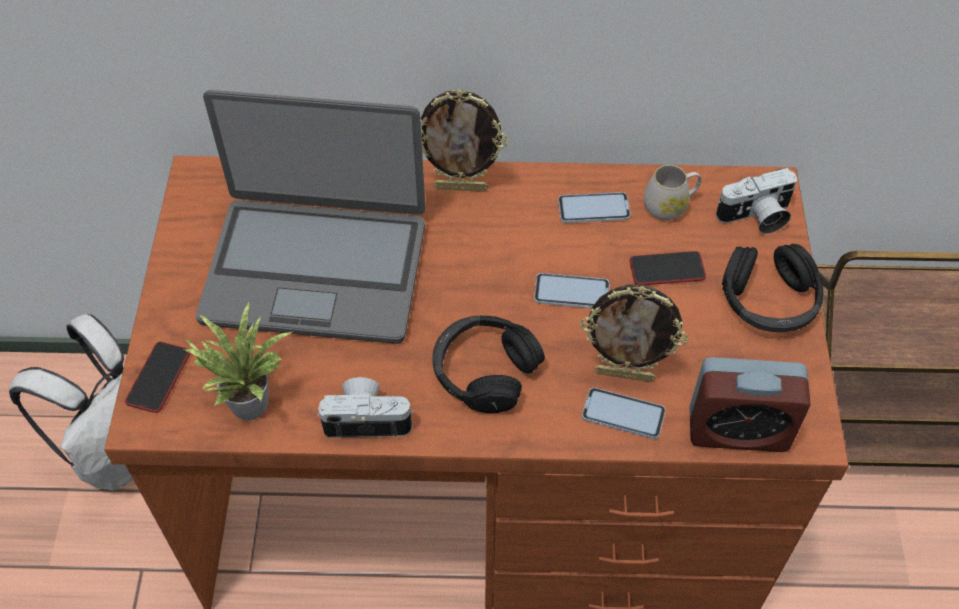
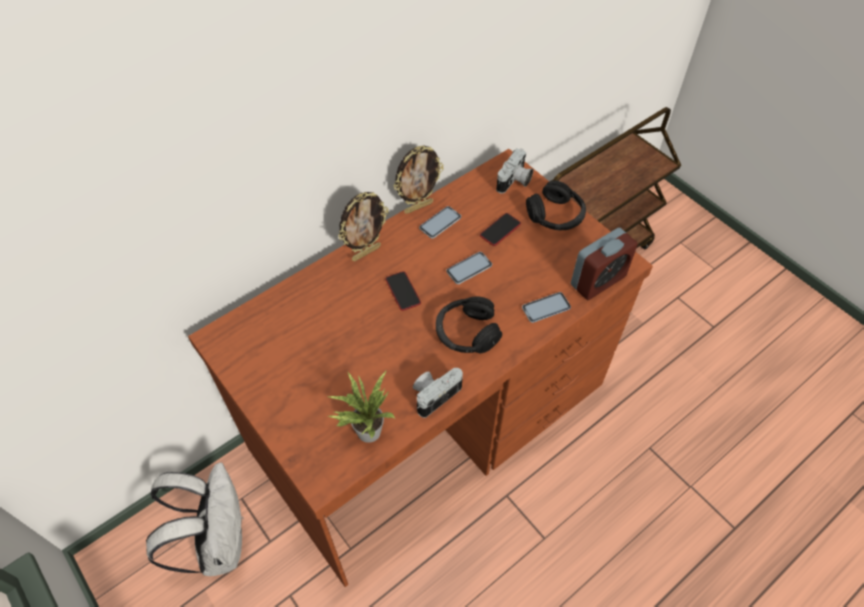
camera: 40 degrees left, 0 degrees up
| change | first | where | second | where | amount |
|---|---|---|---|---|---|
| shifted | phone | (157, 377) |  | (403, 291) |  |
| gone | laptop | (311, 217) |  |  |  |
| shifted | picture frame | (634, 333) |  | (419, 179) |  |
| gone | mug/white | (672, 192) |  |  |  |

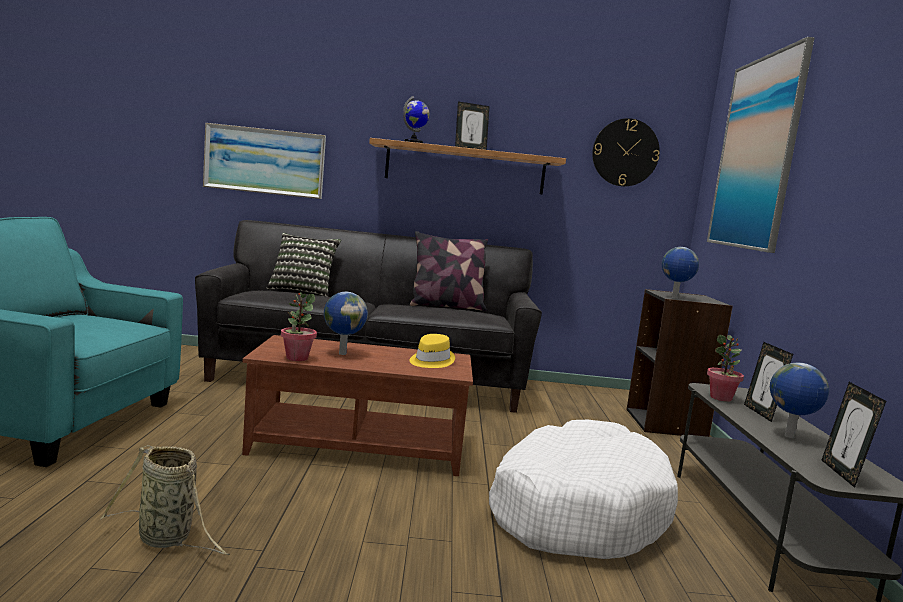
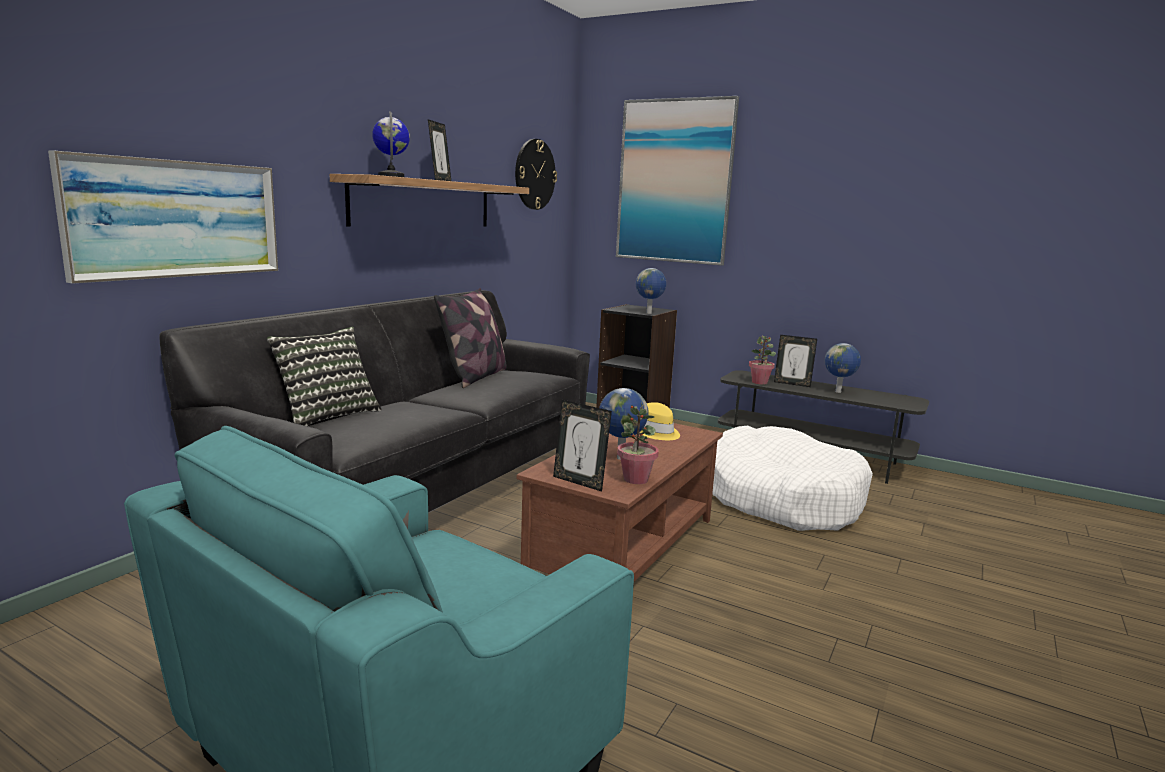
camera: 60 degrees left, 5 degrees up
| change | first | where | second | where | amount |
|---|---|---|---|---|---|
| gone | basket | (165, 500) |  |  |  |
| shifted | picture frame | (854, 435) |  | (582, 446) |  |

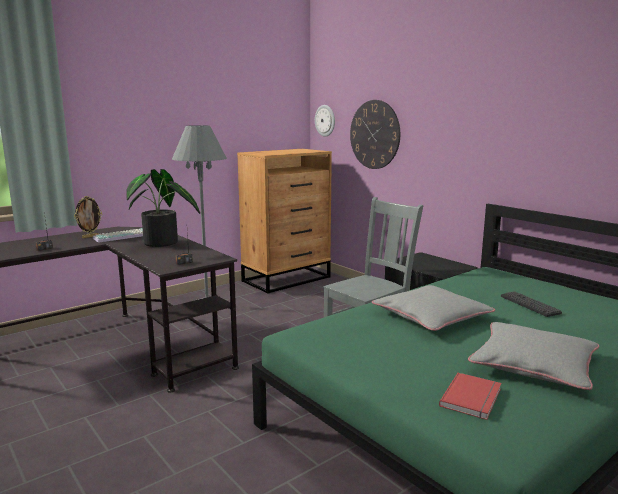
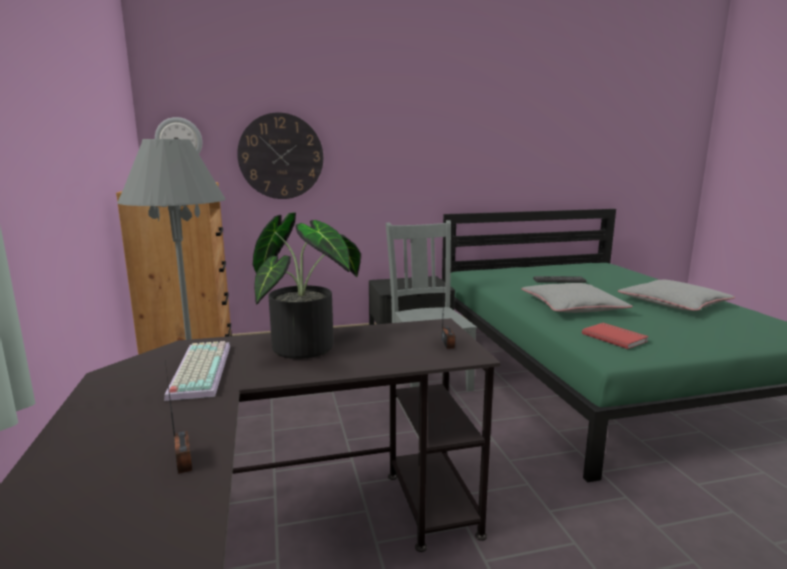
camera: 65 degrees left, 0 degrees up
| change | first | where | second | where | amount |
|---|---|---|---|---|---|
| gone | picture frame | (88, 217) |  |  |  |
| shifted | book/red | (470, 396) |  | (615, 336) |  |

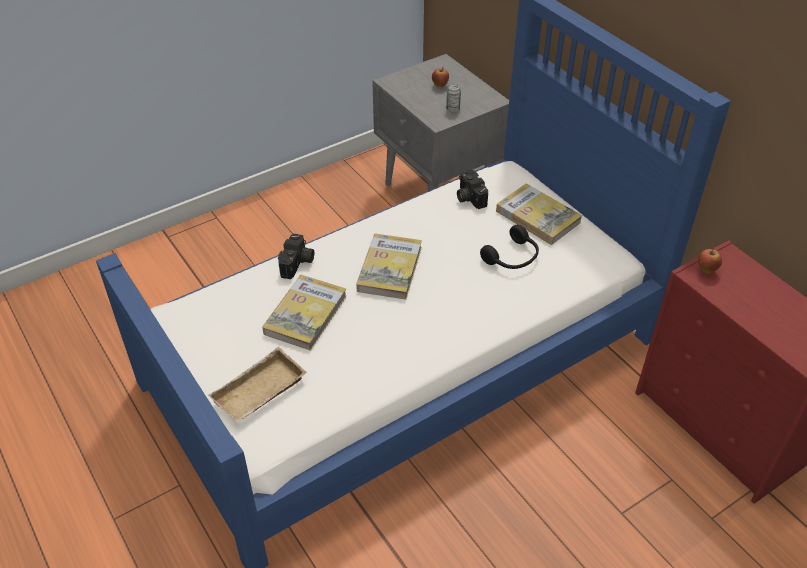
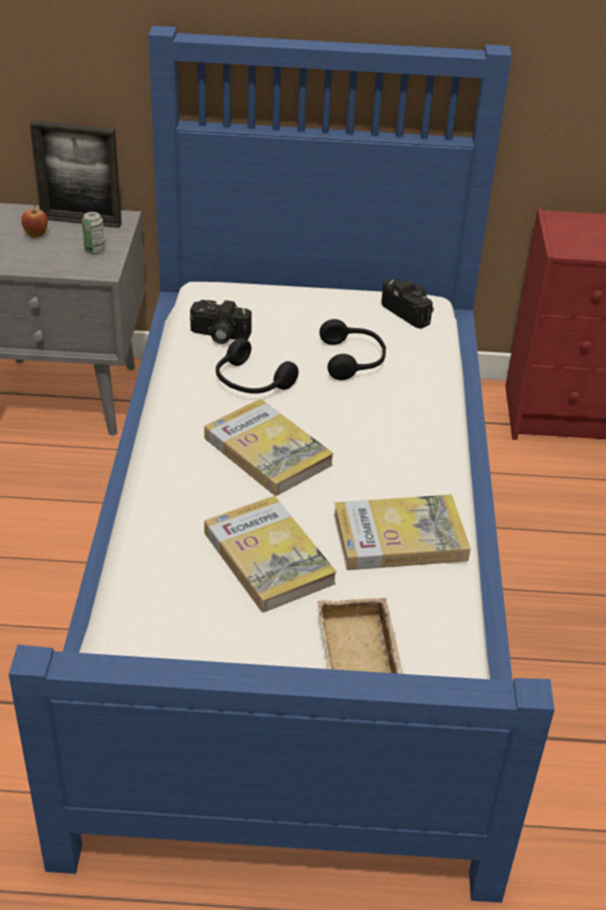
camera: 55 degrees left, 5 degrees down
| change | first | where | second | where | amount |
|---|---|---|---|---|---|
| shifted | photo camera | (296, 256) |  | (407, 303) |  |
| shifted | book | (539, 214) |  | (402, 532) |  |
| gone | apple | (710, 261) |  |  |  |
| new |  |  | picture frame | (76, 174) |  |
| new |  |  | headphones/black | (257, 366) |  |

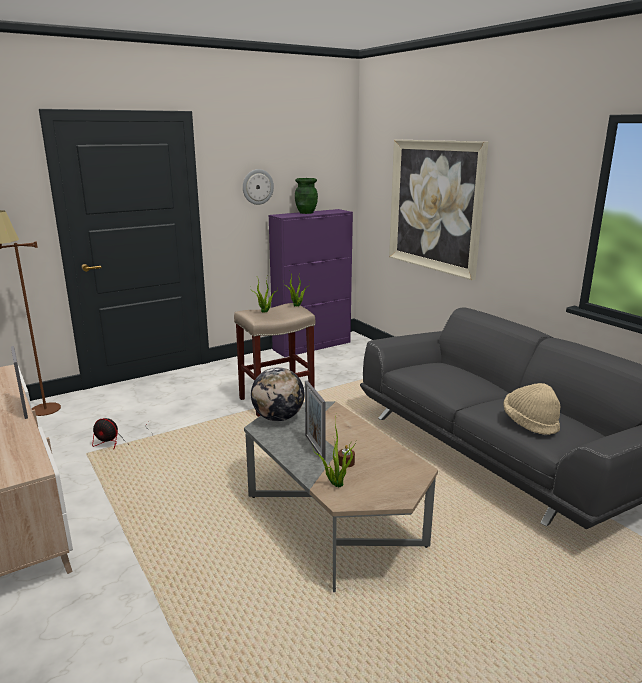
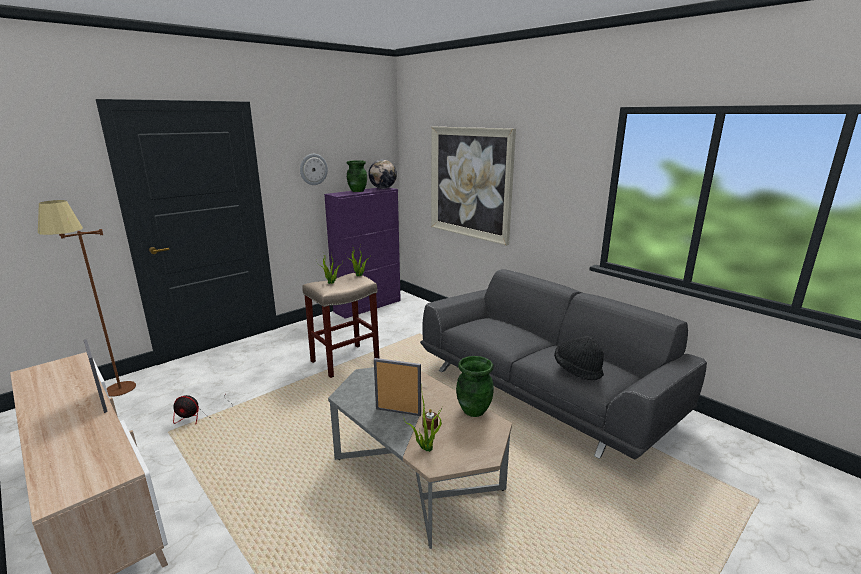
camera: 10 degrees left, 0 degrees up
| change | first | where | second | where | amount |
|---|---|---|---|---|---|
| shifted | globe | (278, 394) |  | (382, 174) |  |
| rotated | picture frame | (315, 420) |  | (397, 387) | 135 degrees clockwise |
| repainted | hat/beige | (531, 409) | hat/black | (579, 358) |  |
| new |  |  | vase/green | (475, 386) |  |

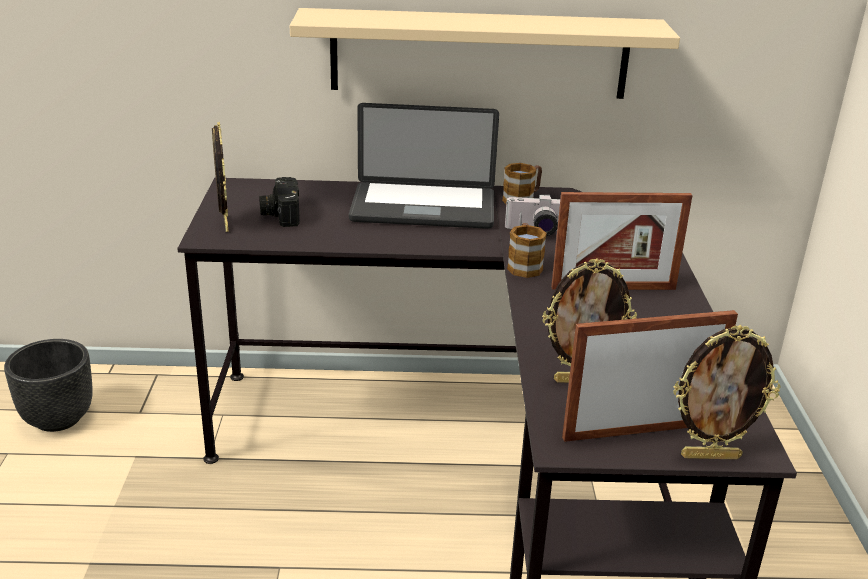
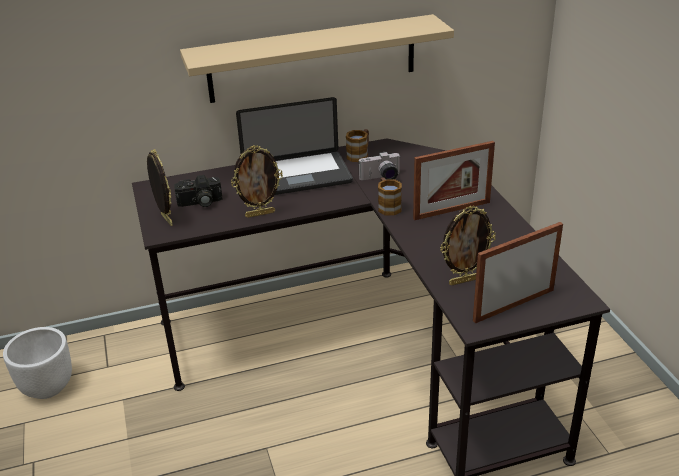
camera: 15 degrees left, 5 degrees up
| change | first | where | second | where | amount |
|---|---|---|---|---|---|
| repainted | planter/black | (48, 385) | planter/white | (37, 363) |  |
| rotated | photo camera | (279, 202) |  | (198, 191) | 75 degrees counterclockwise |
| shifted | picture frame | (726, 392) |  | (257, 181) |  |

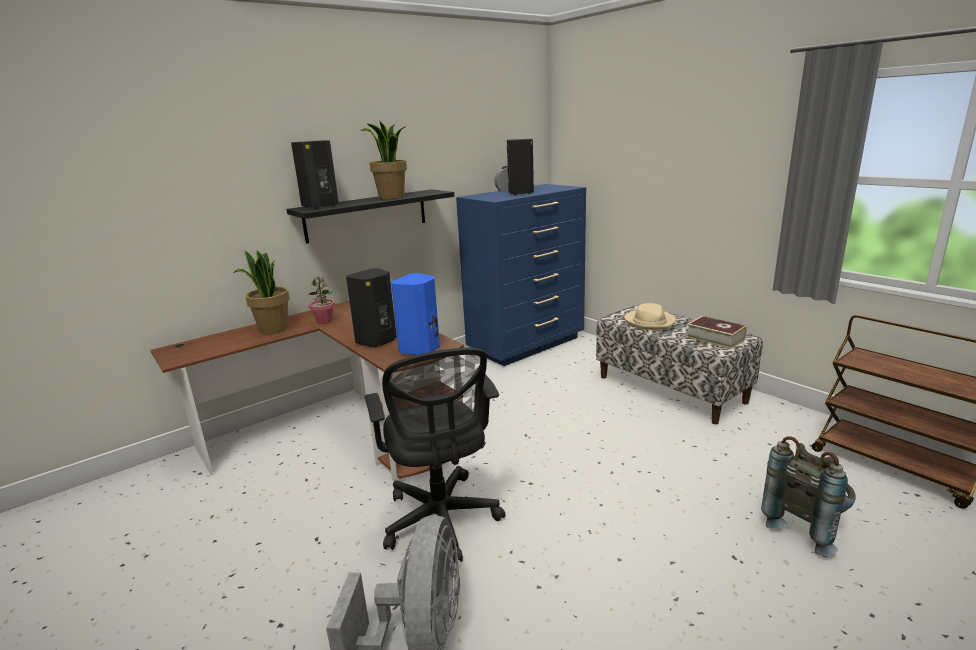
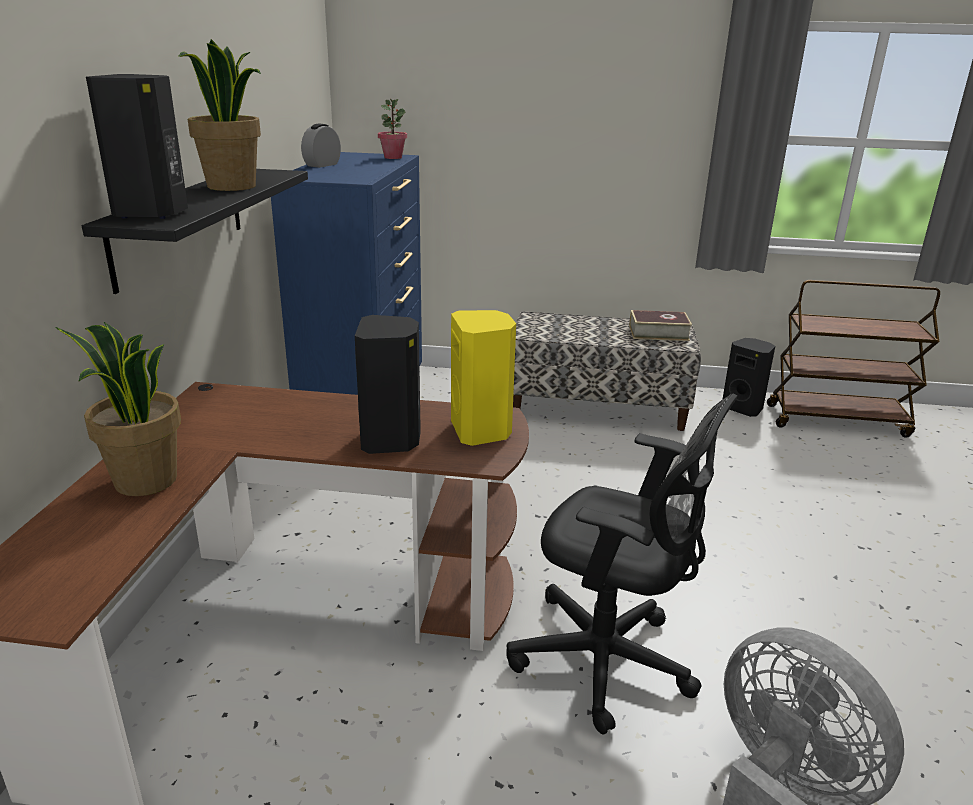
camera: 45 degrees left, 5 degrees up
| change | first | where | second | where | amount |
|---|---|---|---|---|---|
| shifted | potted plant | (322, 300) |  | (392, 129) |  |
| repainted | speaker/blue | (415, 314) | speaker/yellow | (483, 378) |  |
| shifted | speaker/black | (520, 167) |  | (748, 377) |  |
| gone | hat/beige | (650, 316) |  |  |  |
| gone | backpack/grey | (808, 496) |  |  |  |

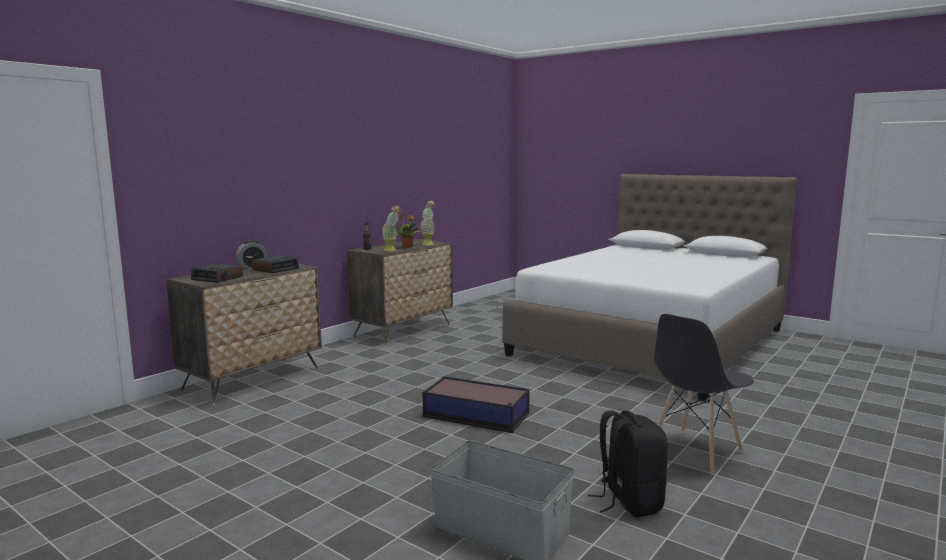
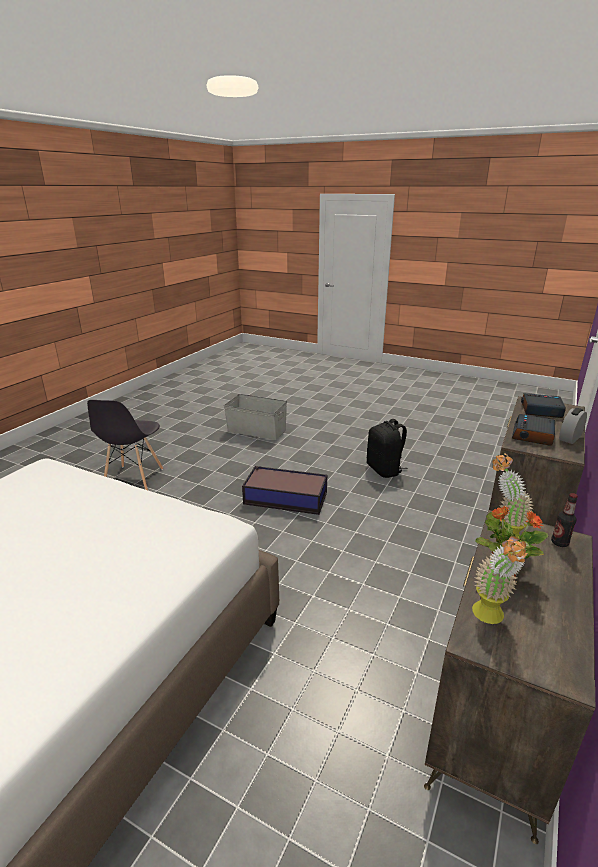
camera: 170 degrees right, 15 degrees up
| change | first | where | second | where | amount |
|---|---|---|---|---|---|
| shifted | backpack/black | (627, 464) |  | (387, 448) |  |
| rotated | chair/grey | (704, 394) |  | (125, 445) | 150 degrees clockwise |

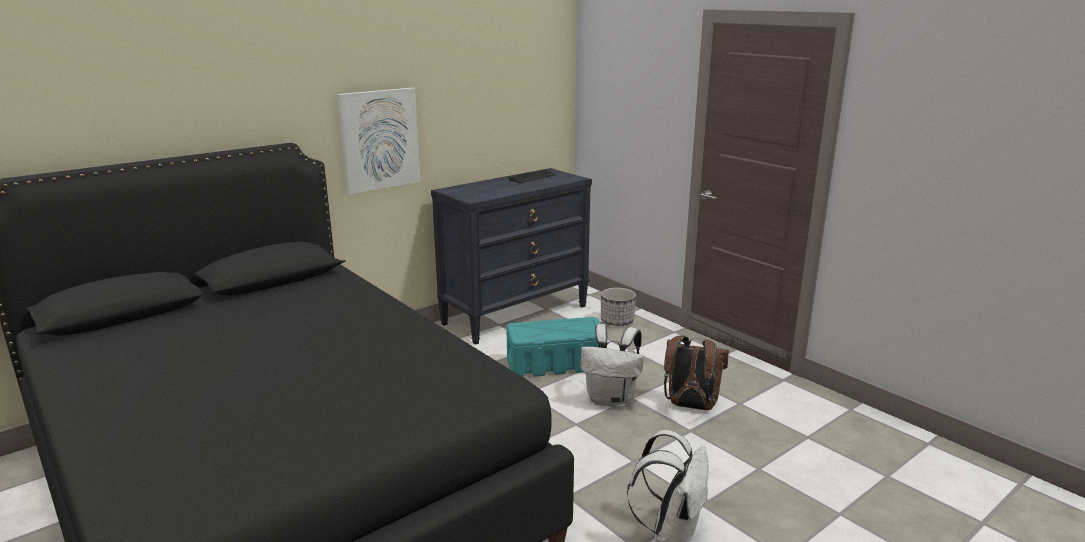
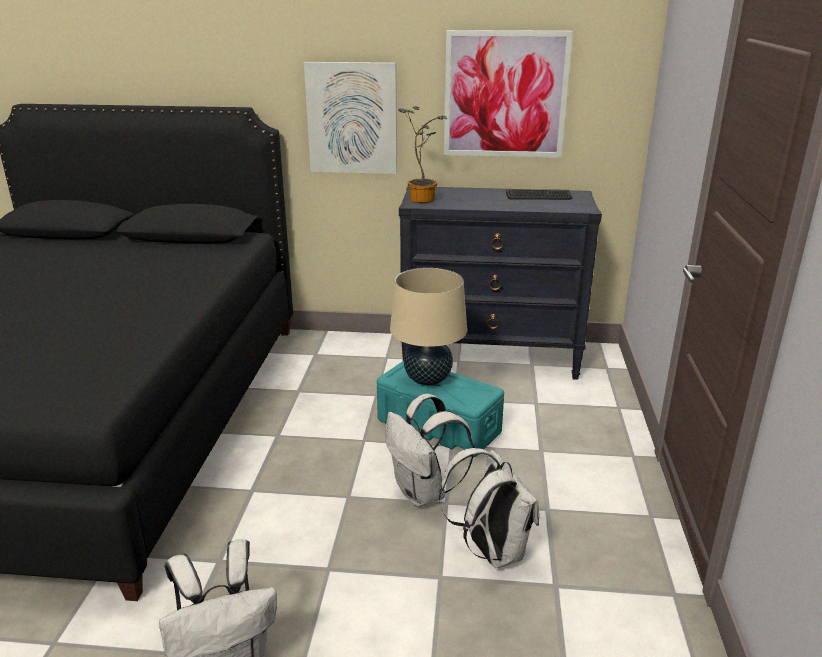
camera: 45 degrees right, 5 degrees up
| change | first | where | second | where | amount |
|---|---|---|---|---|---|
| gone | planter | (618, 307) |  |  |  |
| repainted | backpack/brown | (696, 372) | backpack/white | (489, 508) |  |
| new |  |  | table lamp/beige | (428, 326) |  |
| new |  |  | potted plant | (422, 154) |  |
| new |  |  | picture | (508, 94) |  |

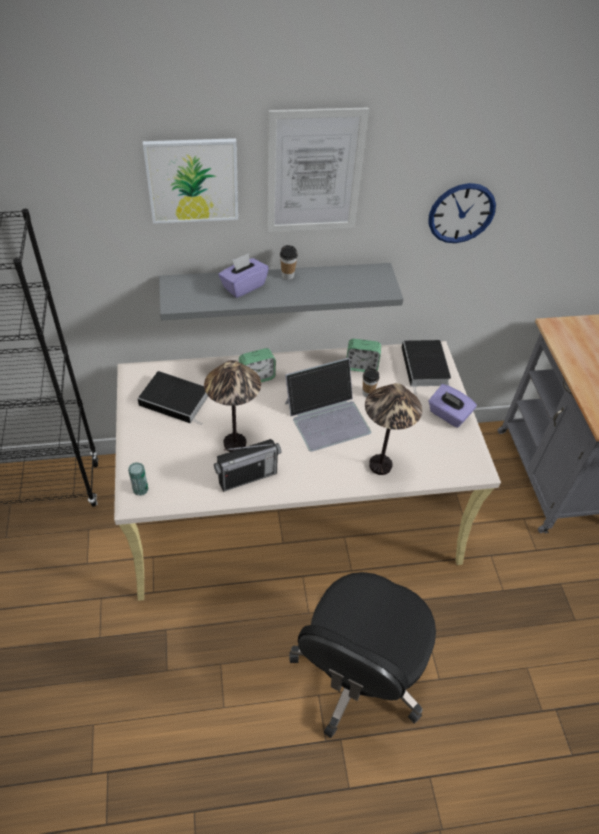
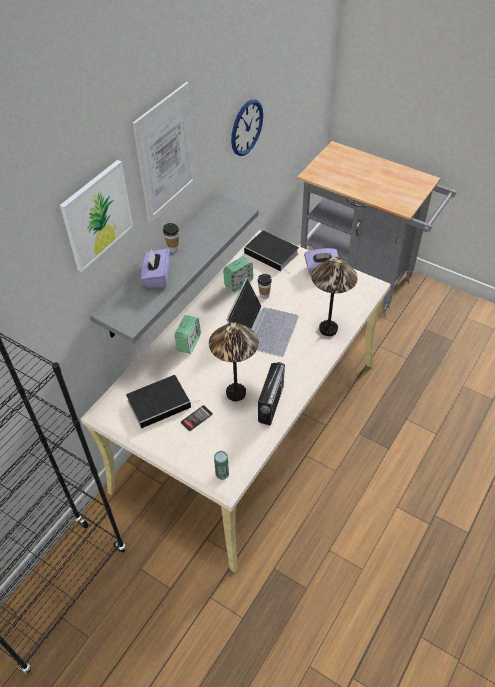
camera: 45 degrees left, 0 degrees up
| change | first | where | second | where | amount |
|---|---|---|---|---|---|
| gone | office chair/black | (362, 655) |  |  |  |
| new |  |  | phone | (197, 418) |  |

